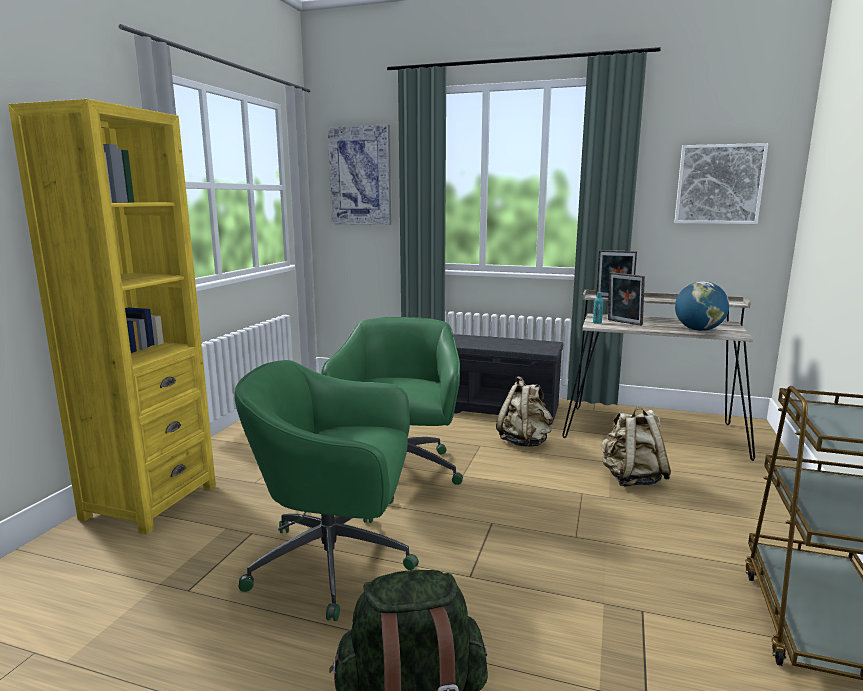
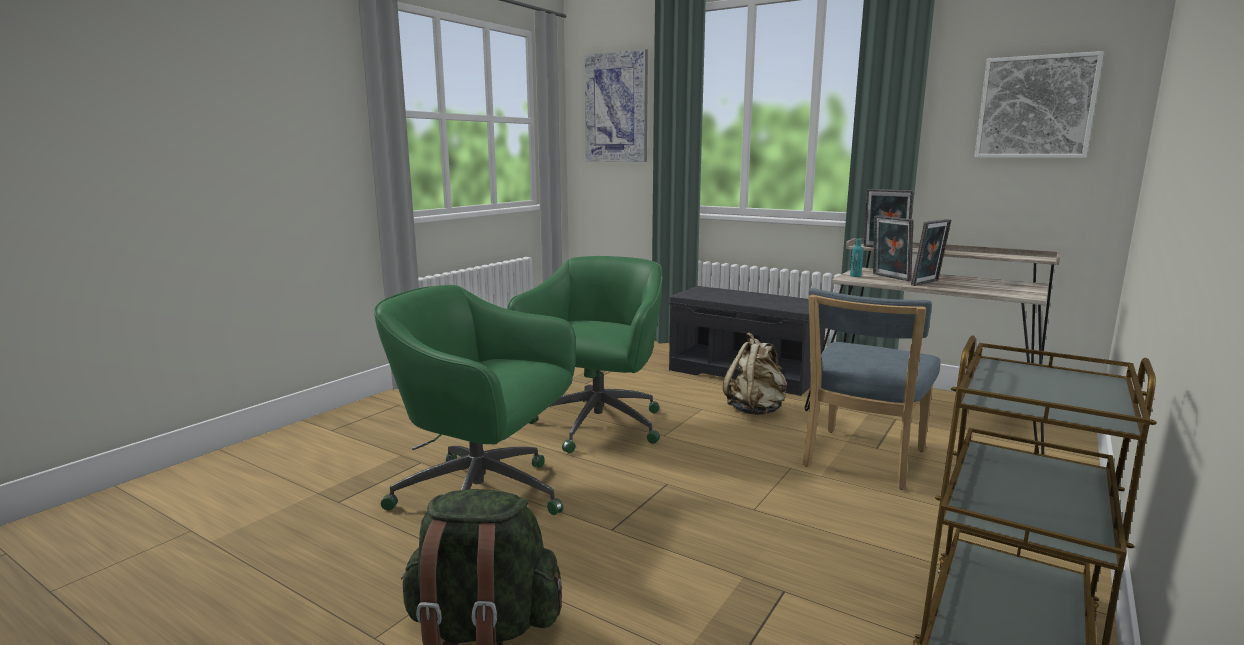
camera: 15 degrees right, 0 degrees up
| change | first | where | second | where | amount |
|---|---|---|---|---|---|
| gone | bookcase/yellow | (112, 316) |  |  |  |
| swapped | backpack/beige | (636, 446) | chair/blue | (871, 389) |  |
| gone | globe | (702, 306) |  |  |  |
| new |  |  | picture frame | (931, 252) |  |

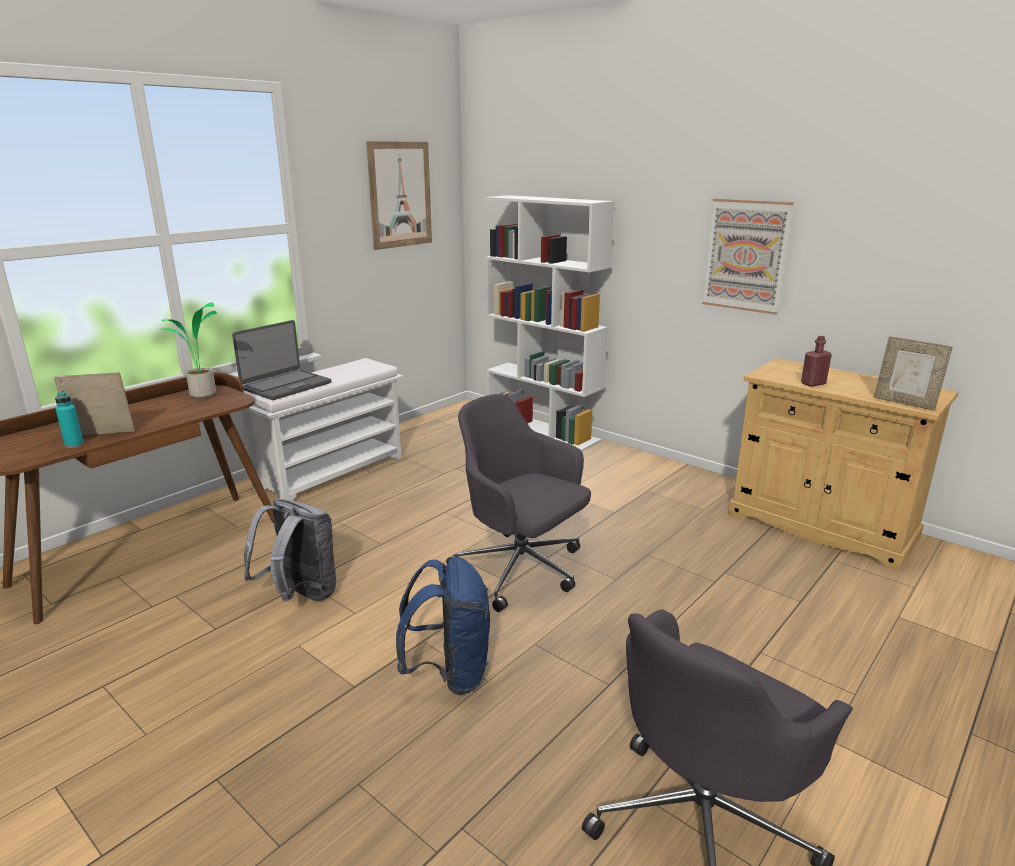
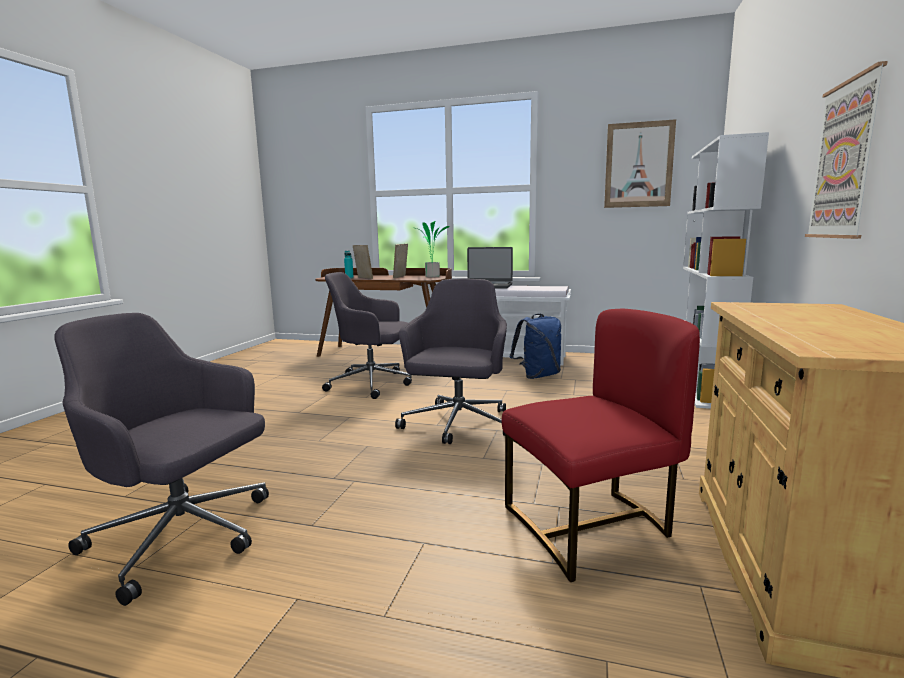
camera: 65 degrees right, 10 degrees down
| change | first | where | second | where | amount |
|---|---|---|---|---|---|
| swapped | backpack/grey | (290, 549) | office chair/grey | (367, 335) |  |
| shifted | backpack/blue | (443, 625) |  | (535, 346) |  |
| gone | bottle/red | (816, 361) |  |  |  |
| shifted | picture frame | (913, 373) |  | (400, 261) |  |
| new |  |  | chair/red | (601, 445) |  |

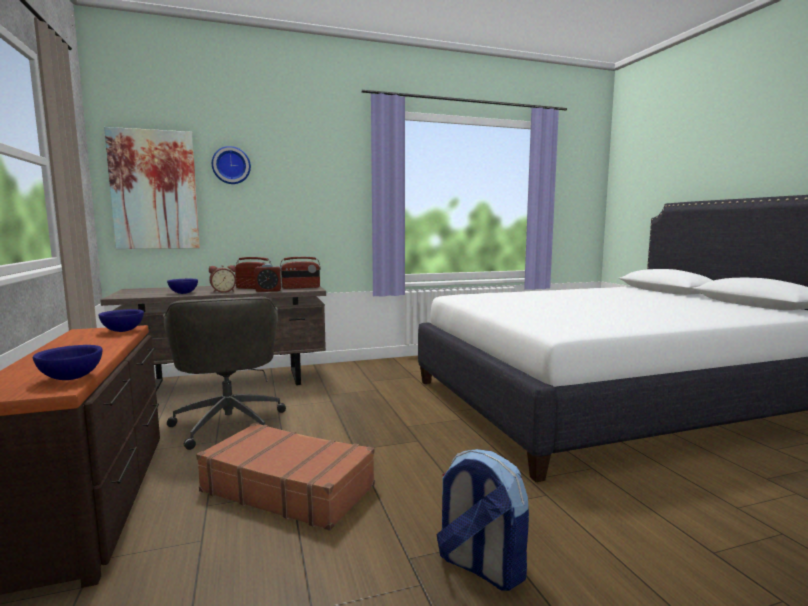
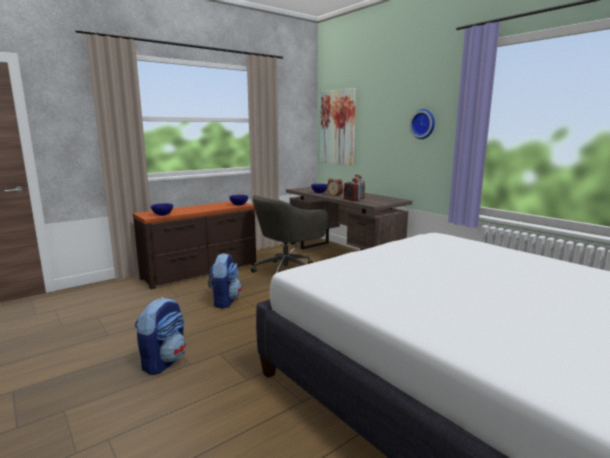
camera: 70 degrees right, 5 degrees up
| change | first | where | second | where | amount |
|---|---|---|---|---|---|
| swapped | suitcase/brown | (285, 477) | backpack | (225, 281) |  |
| shifted | wall clock | (231, 165) |  | (422, 124) |  |
| gone | radio | (300, 273) |  |  |  |

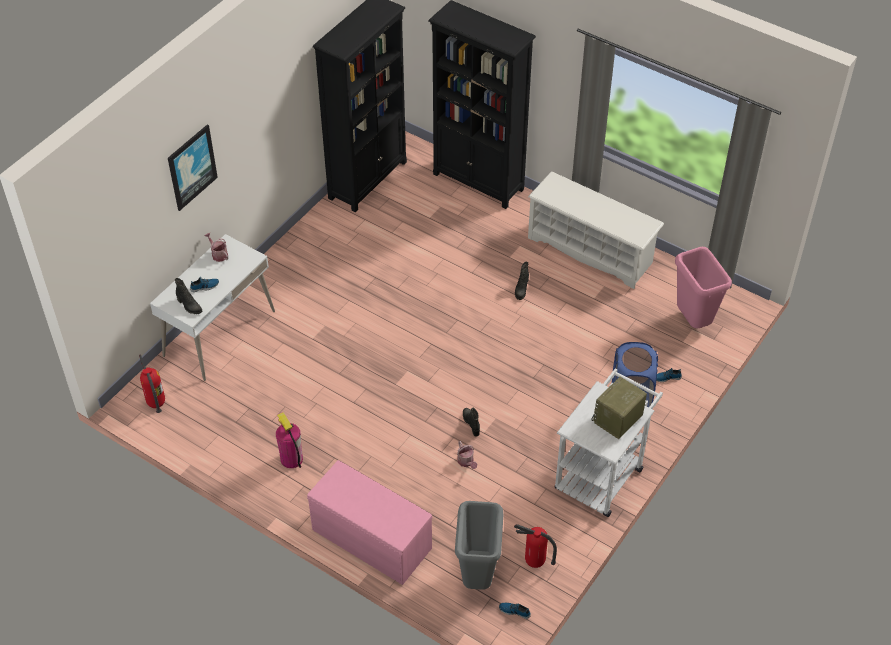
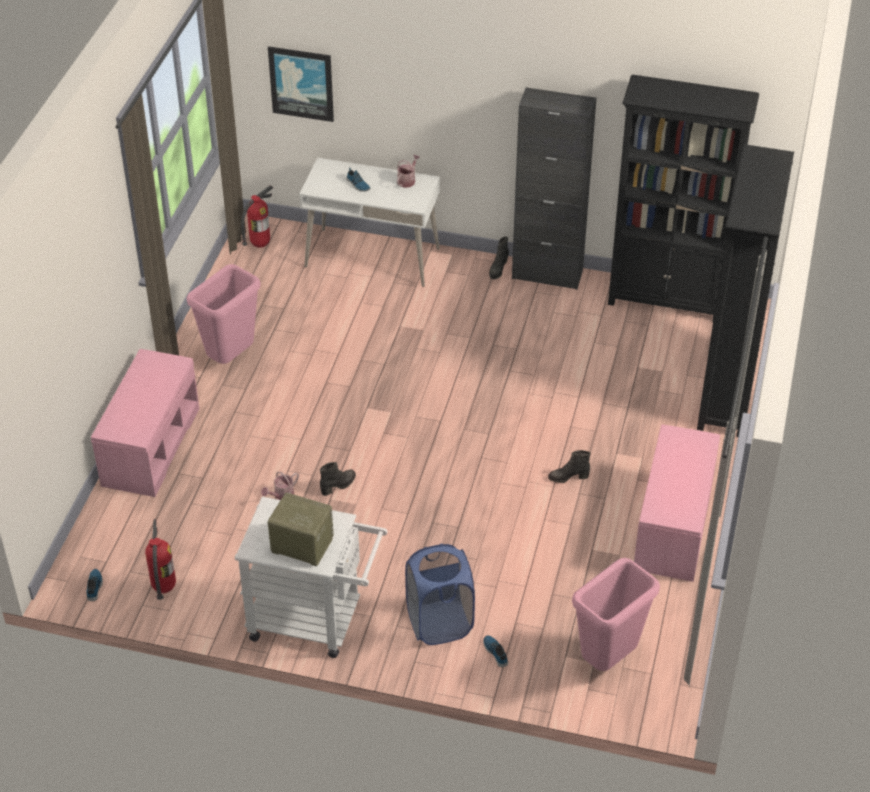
camera: 70 degrees right, 5 degrees down
| change | first | where | second | where | amount |
|---|---|---|---|---|---|
| shifted | picture | (193, 168) |  | (301, 84) |  |
| shifted | boot/black | (188, 296) |  | (499, 257) |  |
| swapped | fire extinguisher | (289, 440) | trash can/pink | (223, 314) |  |
| gone | trash can/grey | (479, 545) |  |  |  |
| swapped | shoe rack/white | (596, 230) | bench/pink | (677, 503) |  |
| new |  |  | cabinet/black | (554, 188) |  |

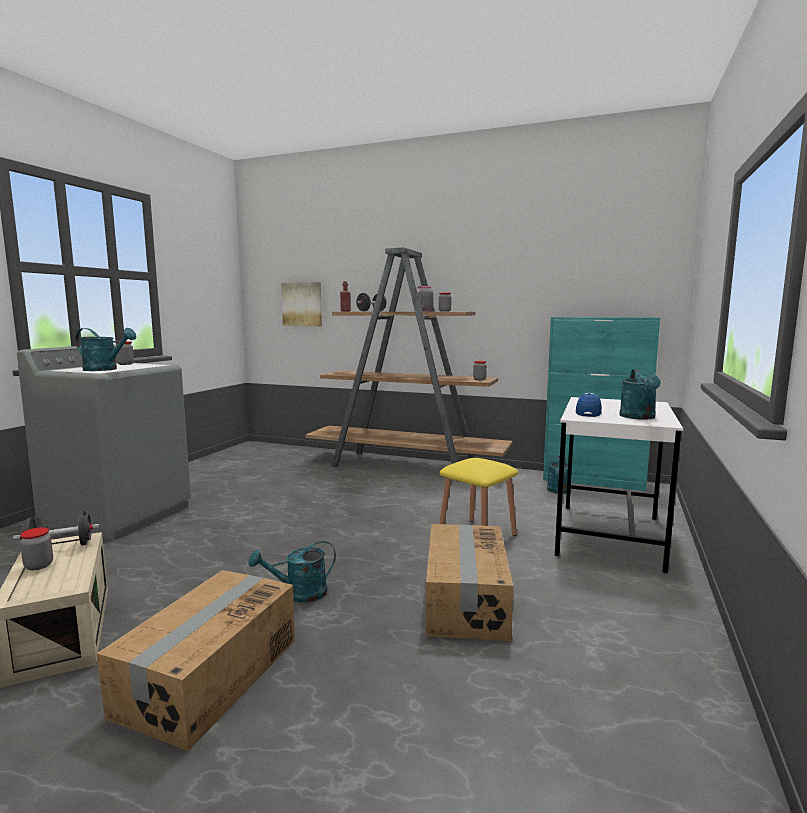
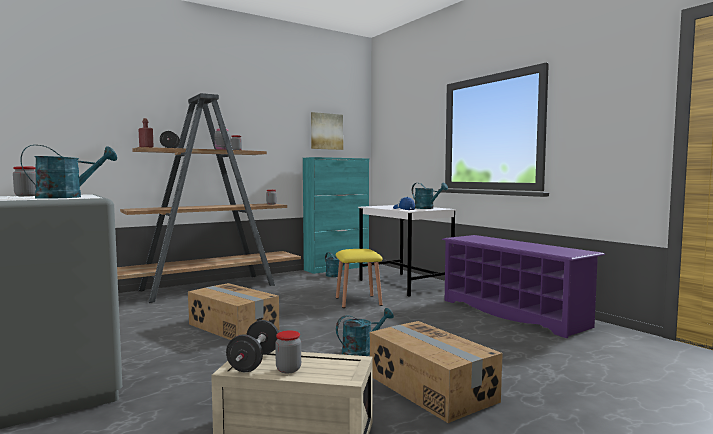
camera: 55 degrees left, 5 degrees down
| change | first | where | second | where | amount |
|---|---|---|---|---|---|
| rotated | watering can/turquoise | (292, 571) |  | (365, 332) | 135 degrees counterclockwise |
| shifted | picture | (301, 304) |  | (327, 131) |  |
| shifted | cardboard box | (469, 582) |  | (233, 311) |  |
| new |  |  | shoe rack/purple | (523, 286) |  |

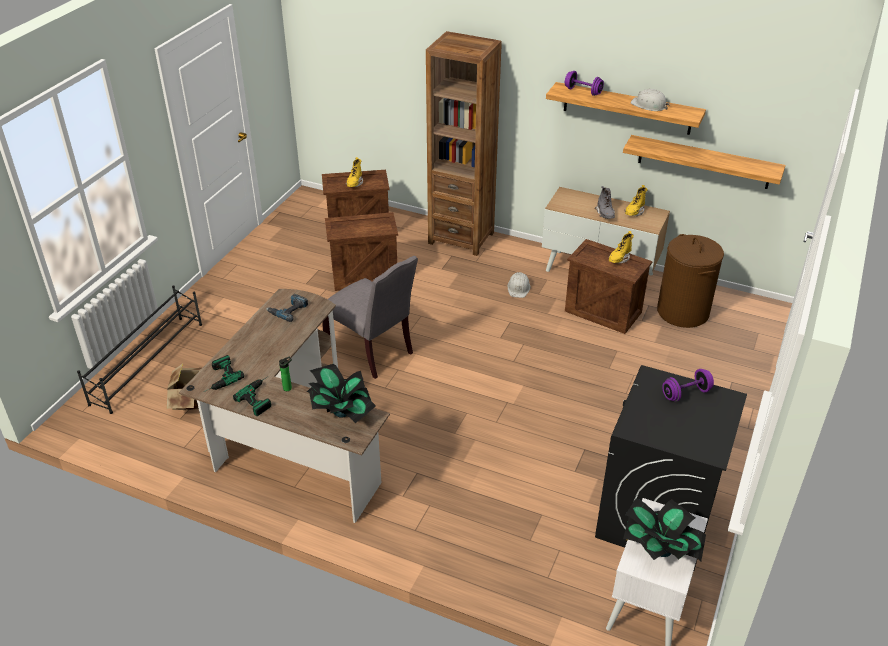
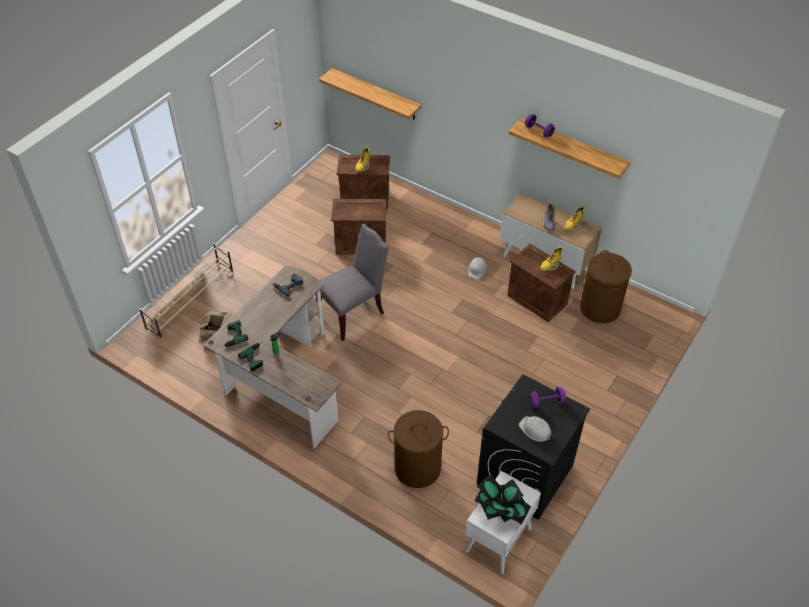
camera: 10 degrees right, 10 degrees up
| change | first | where | second | where | amount |
|---|---|---|---|---|---|
| repainted | shoe rack/black | (139, 349) | shoe rack/beige | (186, 291) |  |
| gone | potted plant | (341, 393) |  |  |  |
| rotated | chair/grey | (370, 317) |  | (352, 282) | 90 degrees counterclockwise |
| gone | bookcase/brown | (464, 143) |  |  |  |
| shifted | shelf | (704, 162) |  | (370, 94) |  |
| shifted | hard hat/white | (650, 100) |  | (535, 429) |  |
| new |  |  | laundry basket/brown | (418, 449) |  |

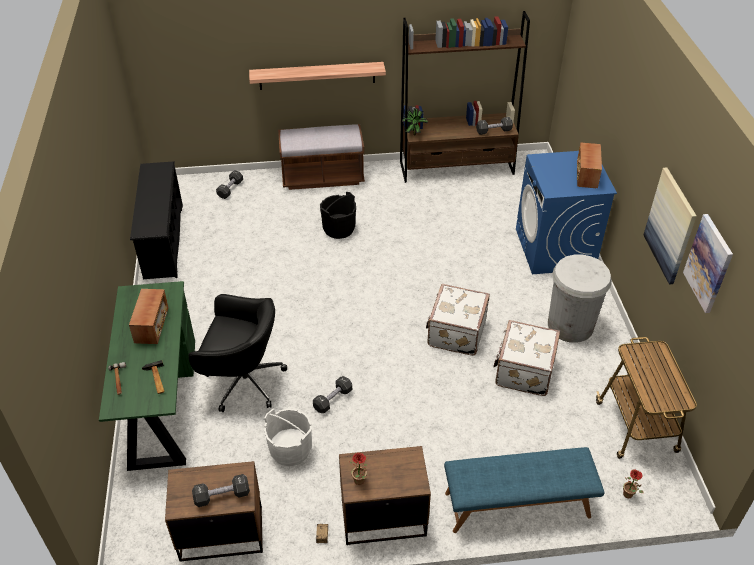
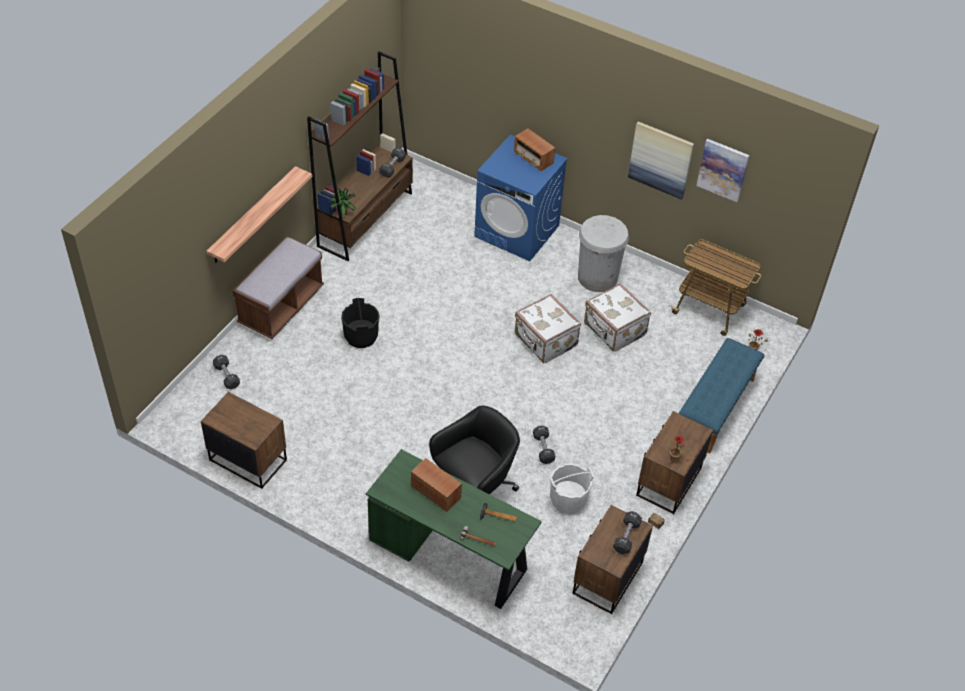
camera: 55 degrees left, 5 degrees up
| change | first | where | second | where | amount |
|---|---|---|---|---|---|
| swapped | shoe rack/black | (156, 220) | nightstand/brown | (244, 440) |  |

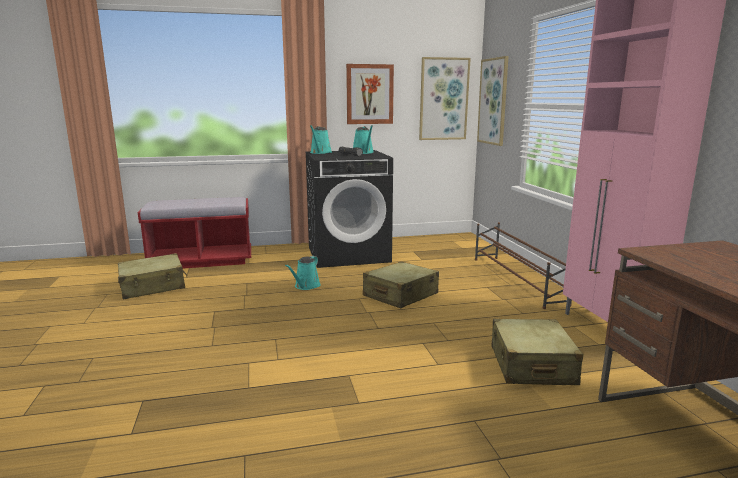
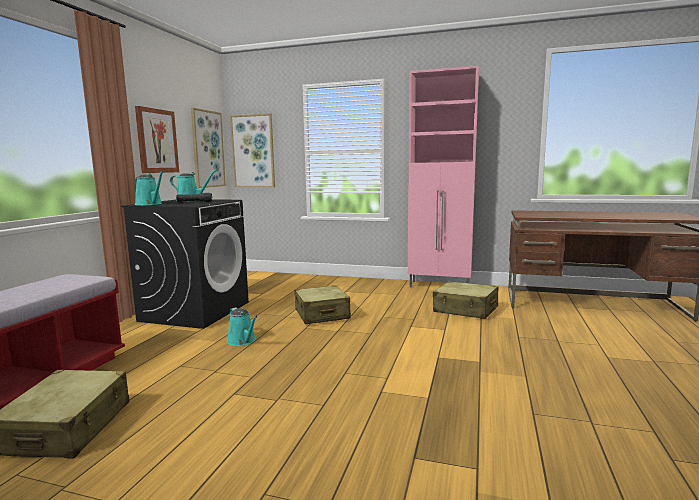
camera: 60 degrees left, 5 degrees down
| change | first | where | second | where | amount |
|---|---|---|---|---|---|
| gone | shoe rack/brown | (523, 265) |  |  |  |

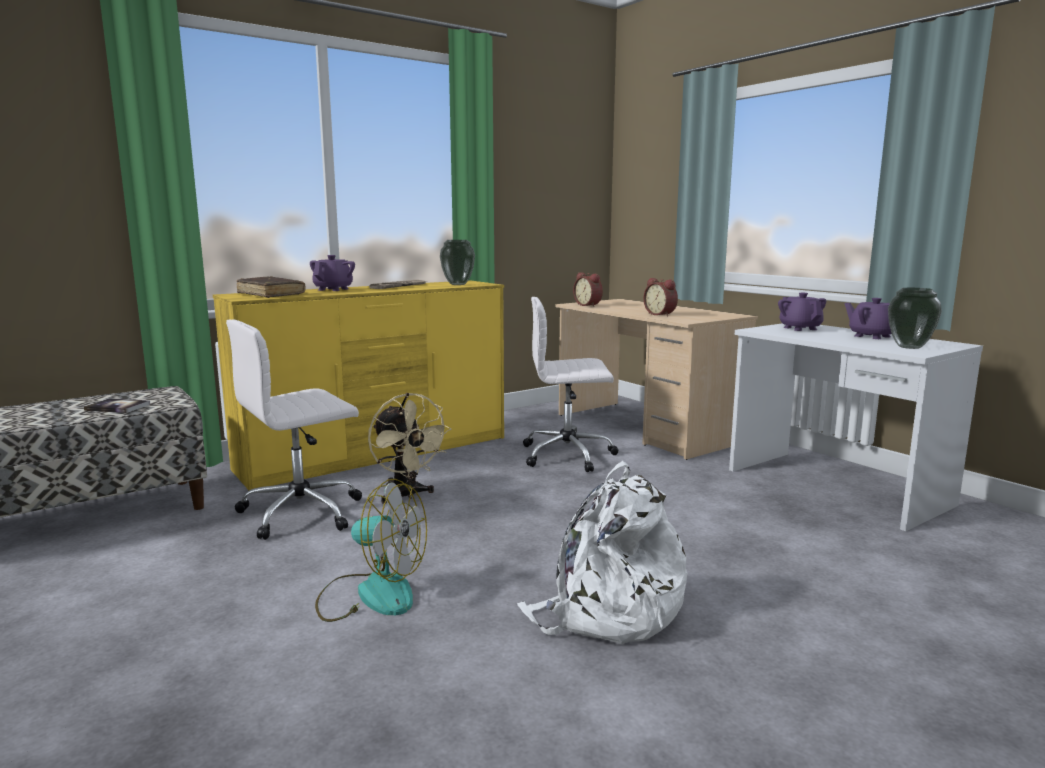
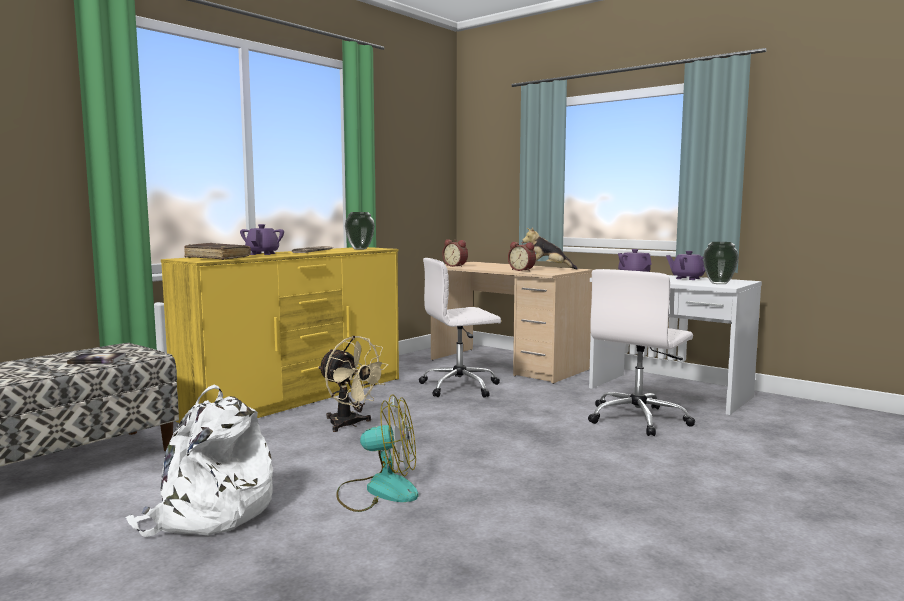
camera: 15 degrees left, 5 degrees down
| change | first | where | second | where | amount |
|---|---|---|---|---|---|
| shifted | office chair/white | (294, 429) |  | (641, 352) |  |
| shifted | backpack/white | (602, 552) |  | (199, 461) |  |
| new |  |  | plush toy | (550, 248) |  |

